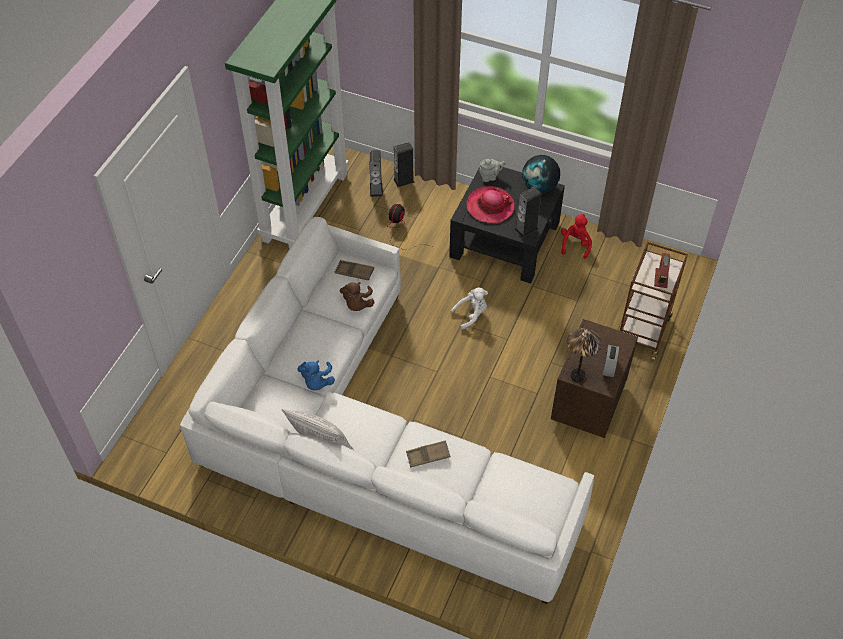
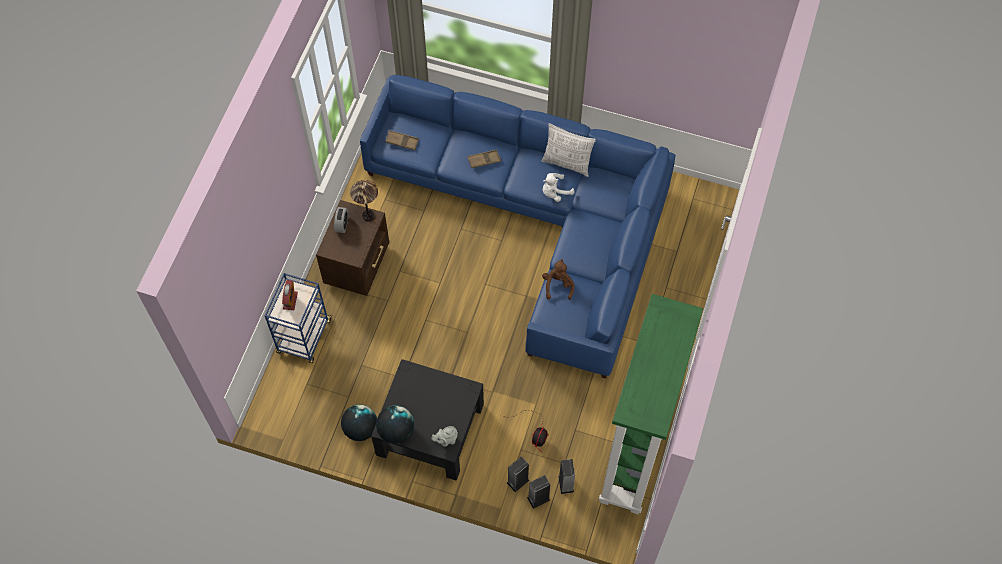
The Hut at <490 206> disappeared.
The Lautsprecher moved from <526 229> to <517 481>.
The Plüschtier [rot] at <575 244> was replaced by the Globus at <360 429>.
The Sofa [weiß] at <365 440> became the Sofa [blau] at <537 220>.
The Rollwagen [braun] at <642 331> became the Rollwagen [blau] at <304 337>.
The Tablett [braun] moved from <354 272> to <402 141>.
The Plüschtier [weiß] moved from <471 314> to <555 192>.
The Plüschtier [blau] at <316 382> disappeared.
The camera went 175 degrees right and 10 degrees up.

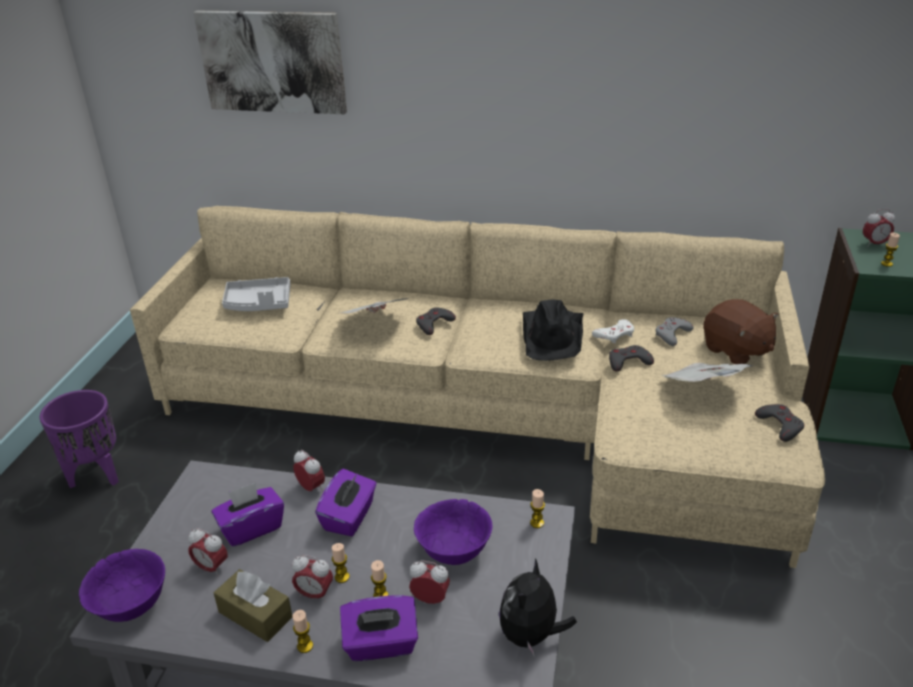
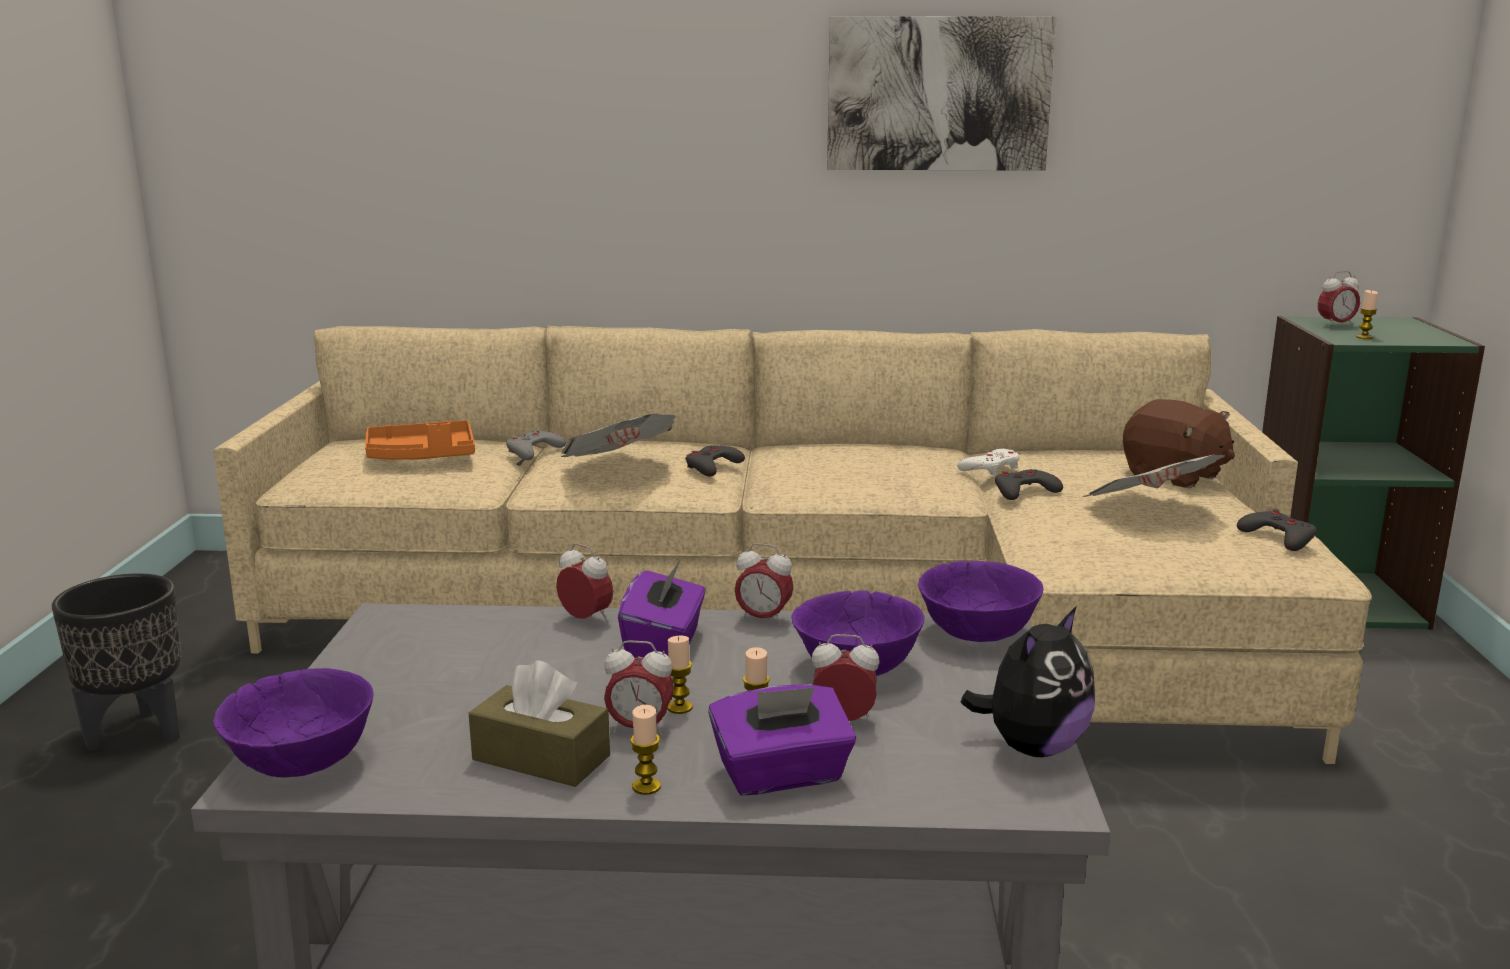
The Bild moved from <273 61> to <938 94>.
The Tablett [grau] at <259 304> became the Tablett [orange] at <422 457>.
The Hut [schwarz] at <553 336> disappeared.
The Gamepad [grau] moved from <672 334> to <533 451>.
The Pflanzkübel [lila] at <97 475> became the Pflanzkübel [schwarz] at <138 732>.
The Taschentuchbox [lila] at <251 528> disappeared.
The Kerze at <537 523> was replaced by the Schüssel [lila] at <977 634>.
The Wecker moved from <211 568> to <763 619>.
The Plüschtier at <531 636> turned 150 degrees counterclockwise.
The camera went 10 degrees left and 15 degrees down.

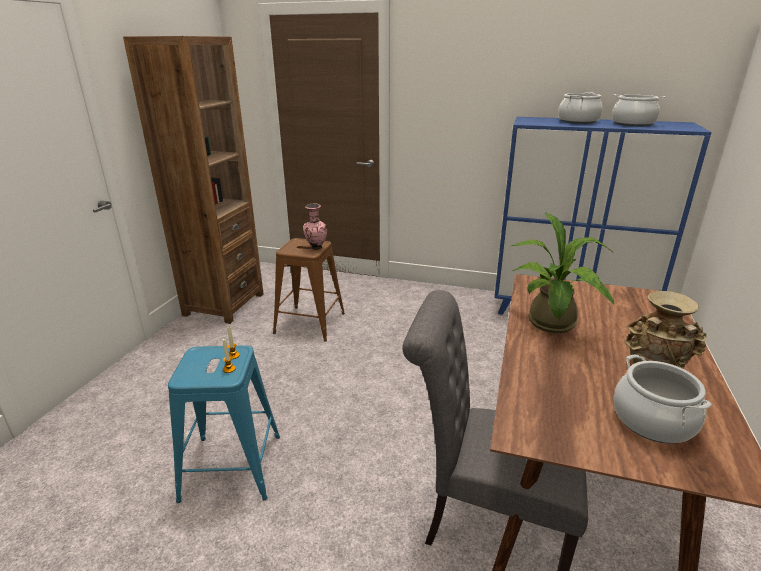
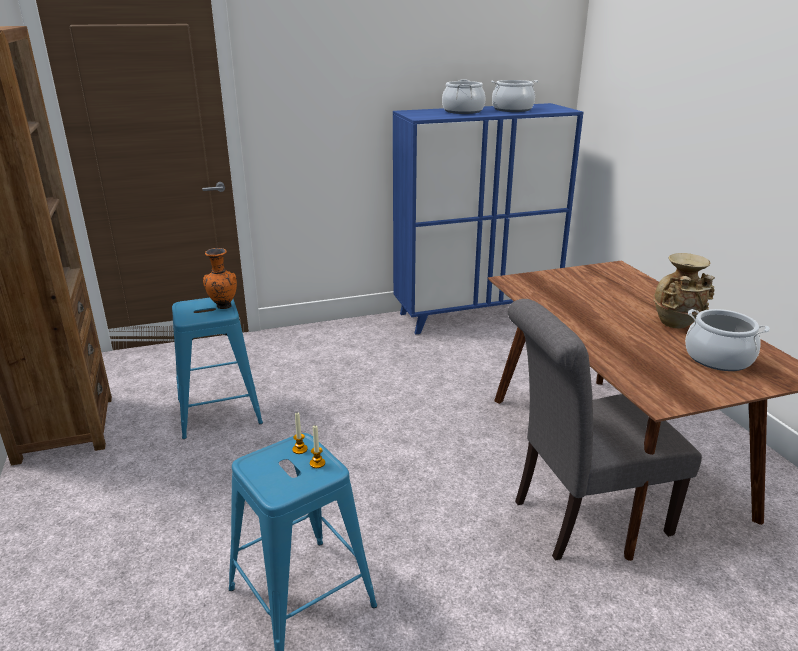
The Vase [rosa] at <316 248> became the Vase [orange] at <223 307>.
The Topfpflanze at <552 326> disappeared.
The Hocker [braun] at <309 323> became the Hocker [blau] at <218 411>.
The camera went 35 degrees left and 0 degrees up.

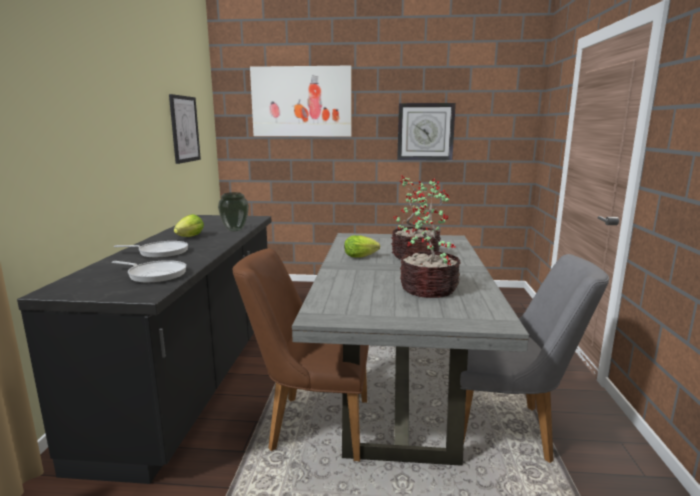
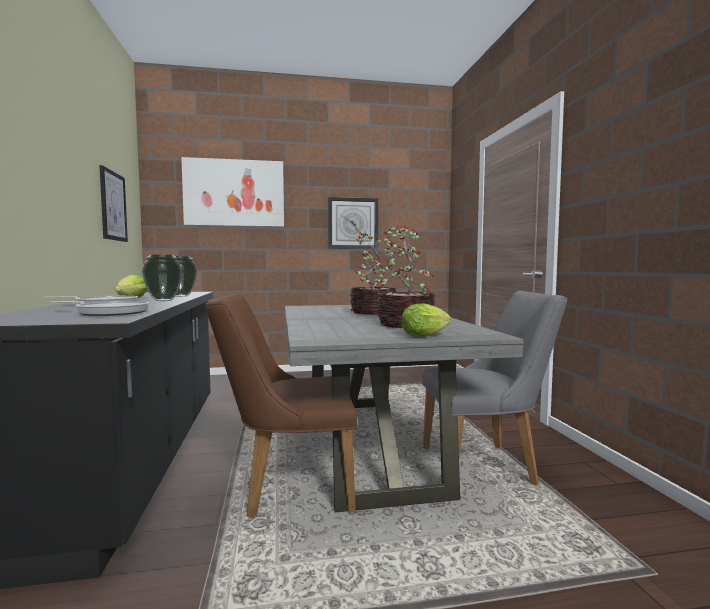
The Salatkopf moved from <362 257> to <426 335>.
The Vase at <163 300> appeared.
The camera went 15 degrees left and 10 degrees down.

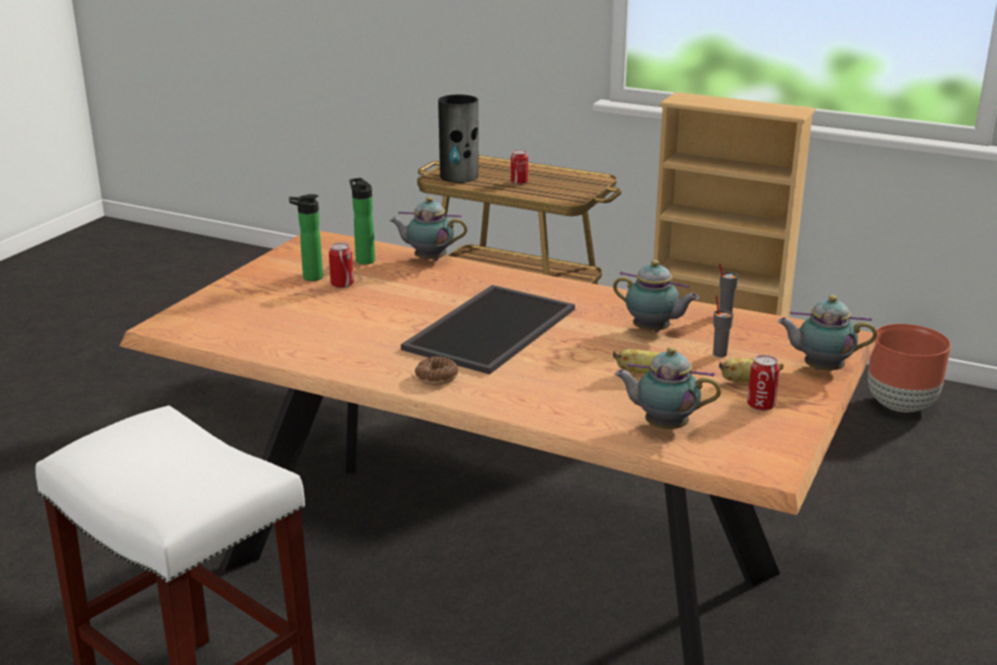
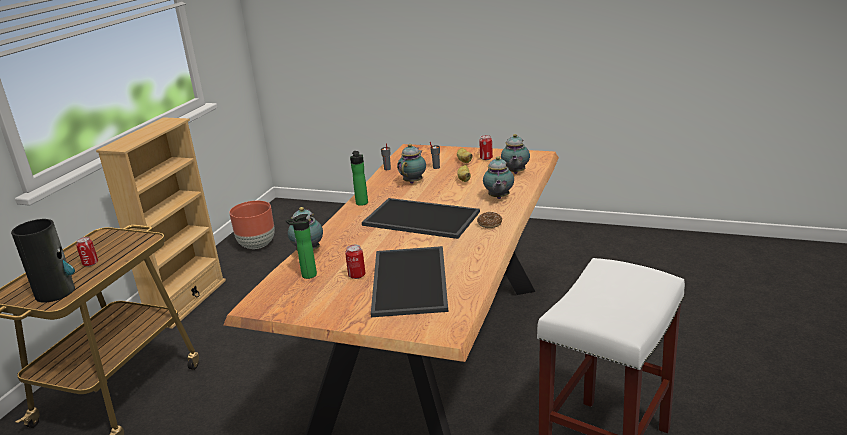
The Flasche moved from <309 277> to <362 204>.
The Teekanne moved from <820 369> to <498 198>.
The Tablett at <411 281> appeared.
The camera went 95 degrees left and 0 degrees up.

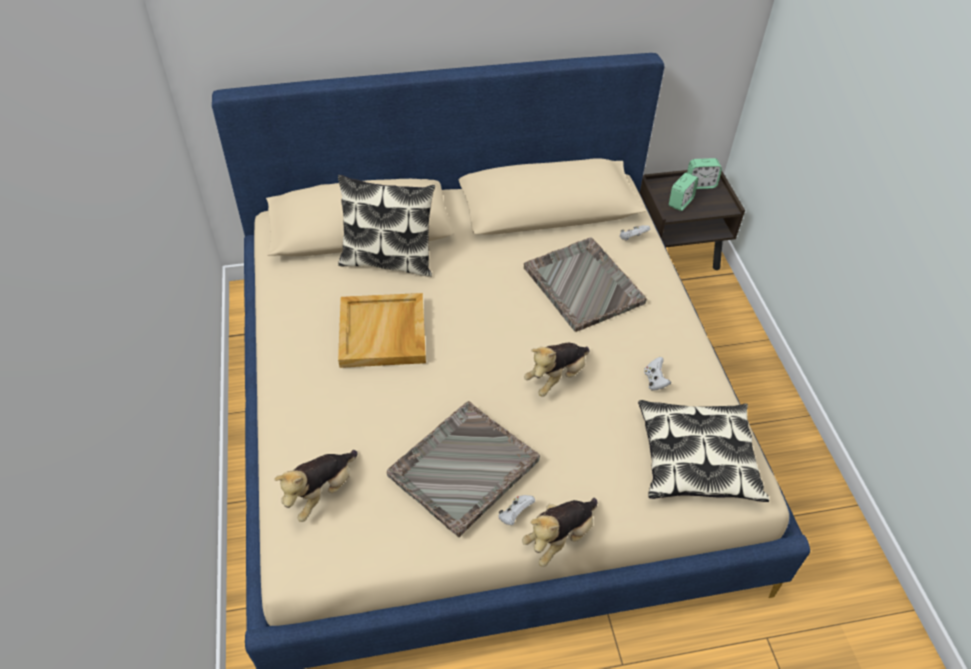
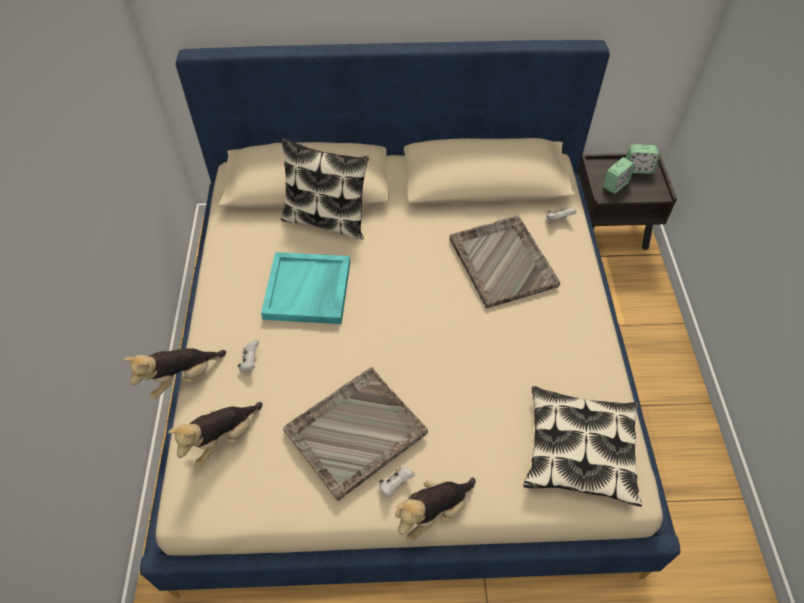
The Tablett [beige] at <383 333> became the Tablett [türkis] at <308 291>.
The Plüschtier moved from <556 377> to <183 378>.
The Gamepad [weiß] moved from <655 381> to <250 362>.
The camera went 10 degrees right and 5 degrees up.

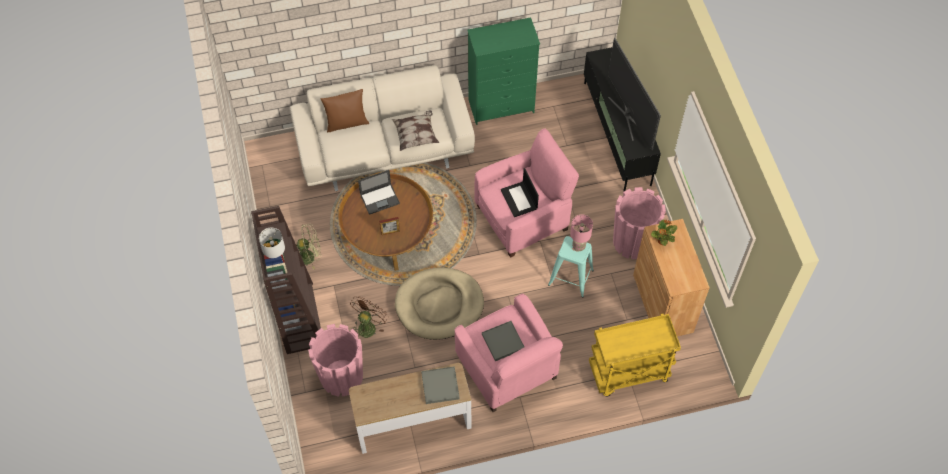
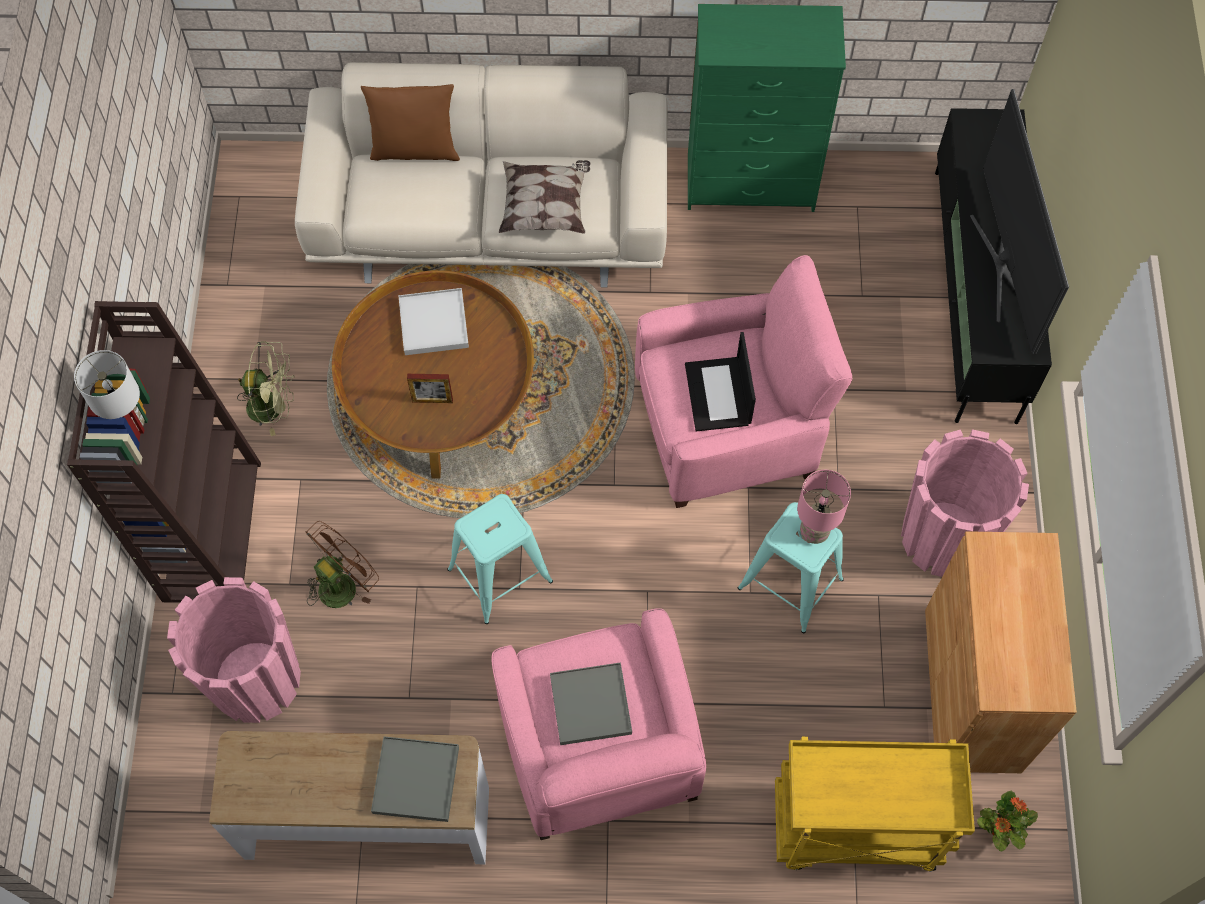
The Laptop at <380 198> was replaced by the Tablett [weiß] at <434 323>.
The Topfpflanze moved from <661 241> to <998 830>.
The Hundebett [beige] at <439 305> was replaced by the Hocker [türkis] at <500 575>.
The camera went 15 degrees right and 5 degrees up.

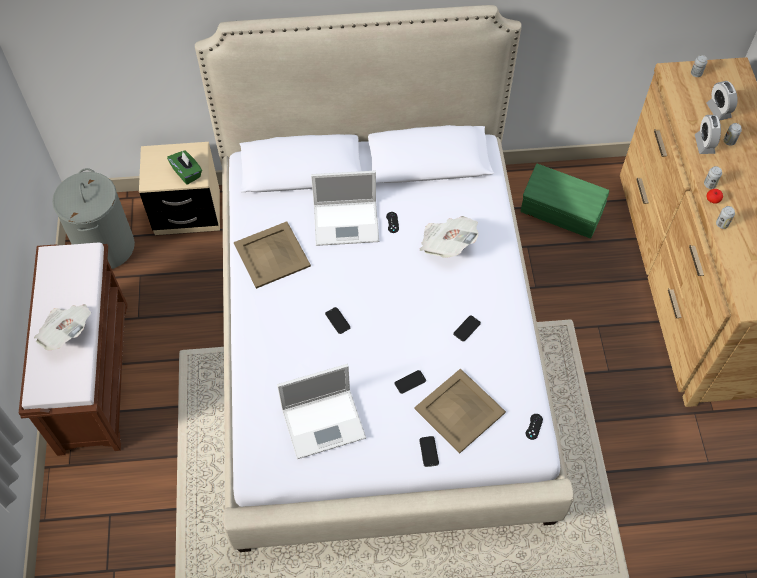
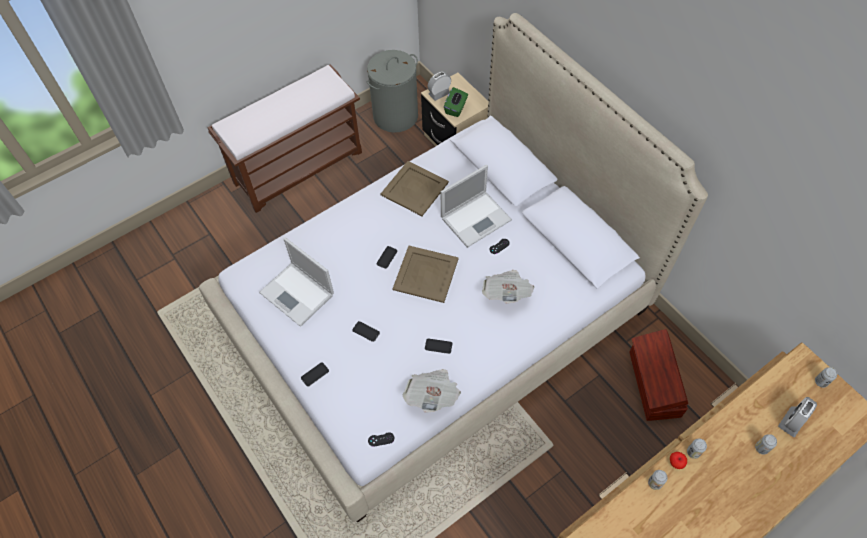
The Wecker moved from <704 144> to <439 94>.
The Aufbewahrungsbox [grün] at <561 213> became the Aufbewahrungsbox [braun] at <653 384>.
The Laptop at <347 222> turned 90 degrees counterclockwise.
The Zeitung moved from <66 333> to <432 395>.
The Tablett [beige] moved from <460 410> to <426 274>.
The camera went 60 degrees right and 0 degrees up.

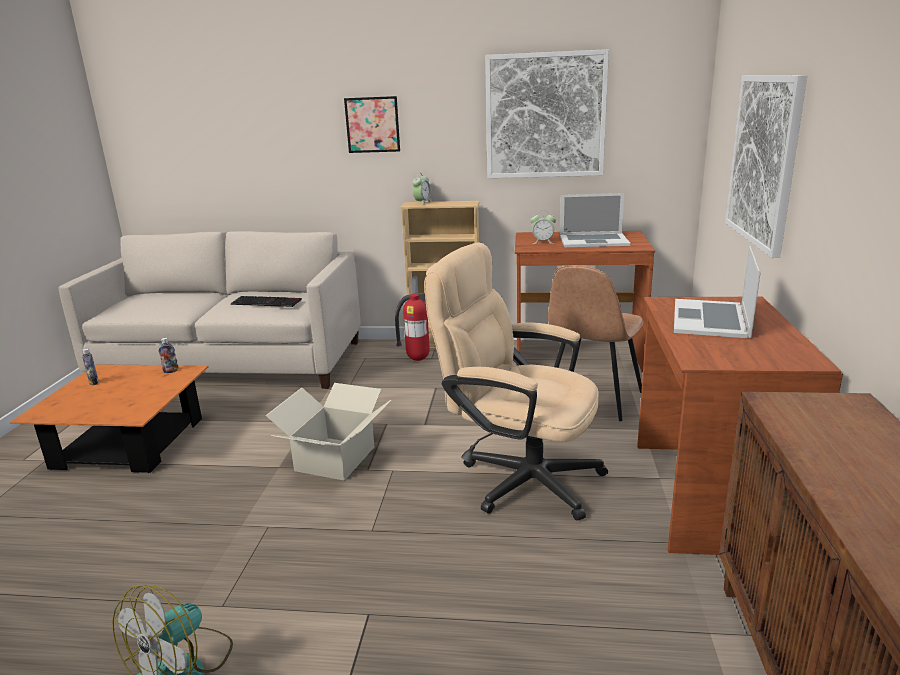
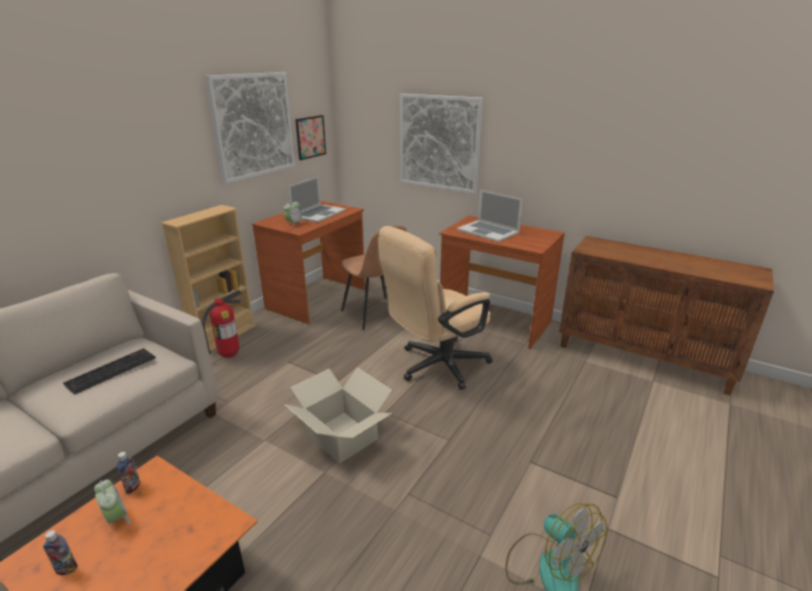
The Bild moved from <372 124> to <310 137>.
The Wecker moved from <422 203> to <116 518>.
The camera went 65 degrees left and 5 degrees up.

